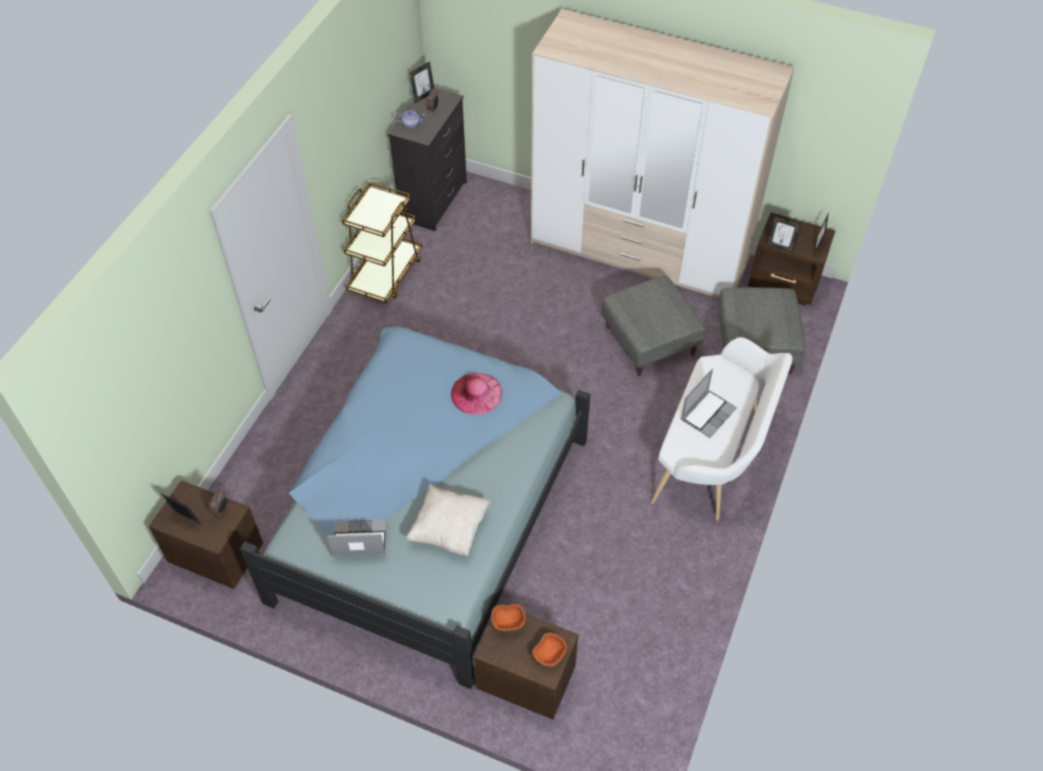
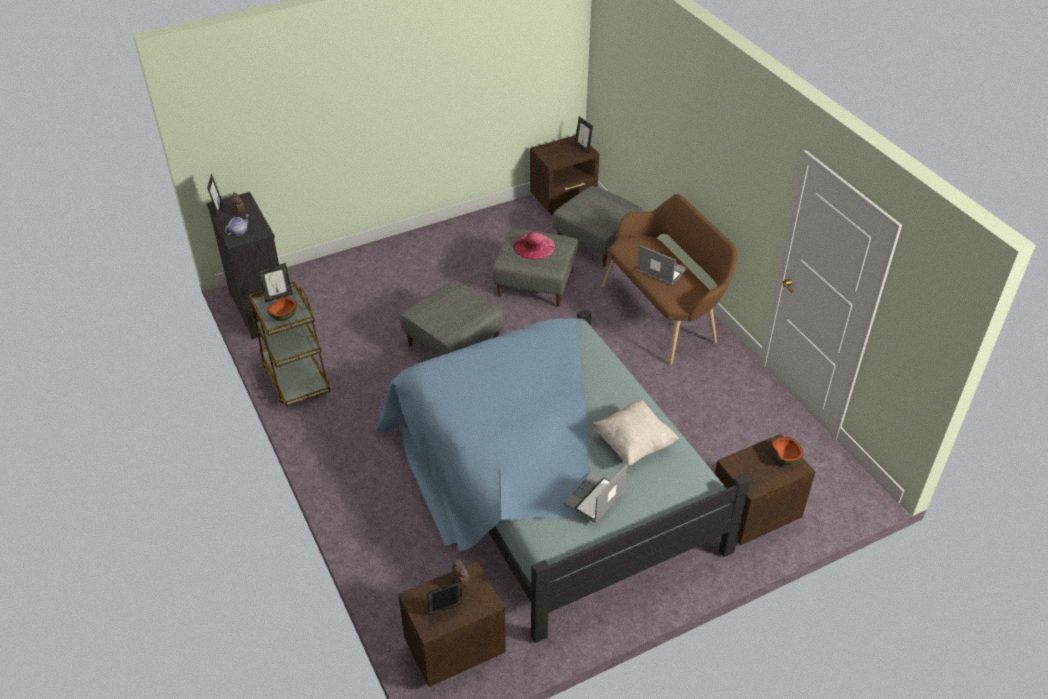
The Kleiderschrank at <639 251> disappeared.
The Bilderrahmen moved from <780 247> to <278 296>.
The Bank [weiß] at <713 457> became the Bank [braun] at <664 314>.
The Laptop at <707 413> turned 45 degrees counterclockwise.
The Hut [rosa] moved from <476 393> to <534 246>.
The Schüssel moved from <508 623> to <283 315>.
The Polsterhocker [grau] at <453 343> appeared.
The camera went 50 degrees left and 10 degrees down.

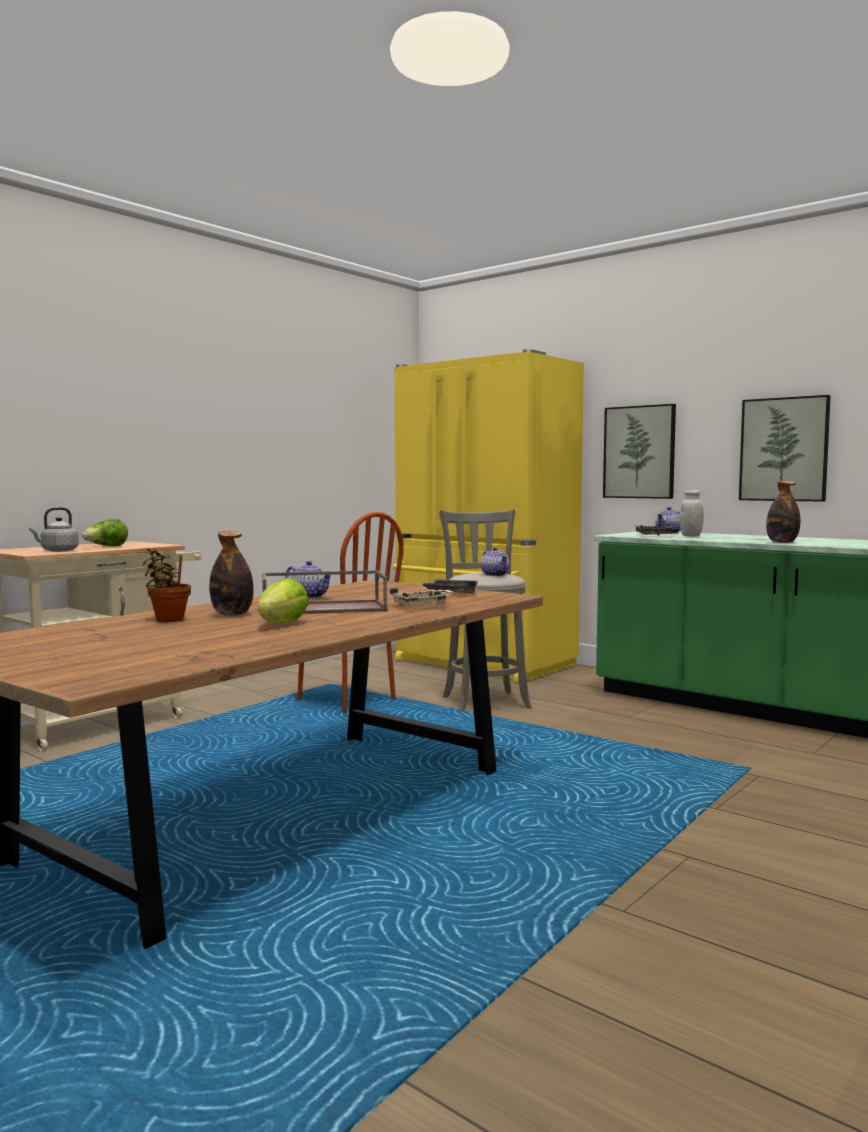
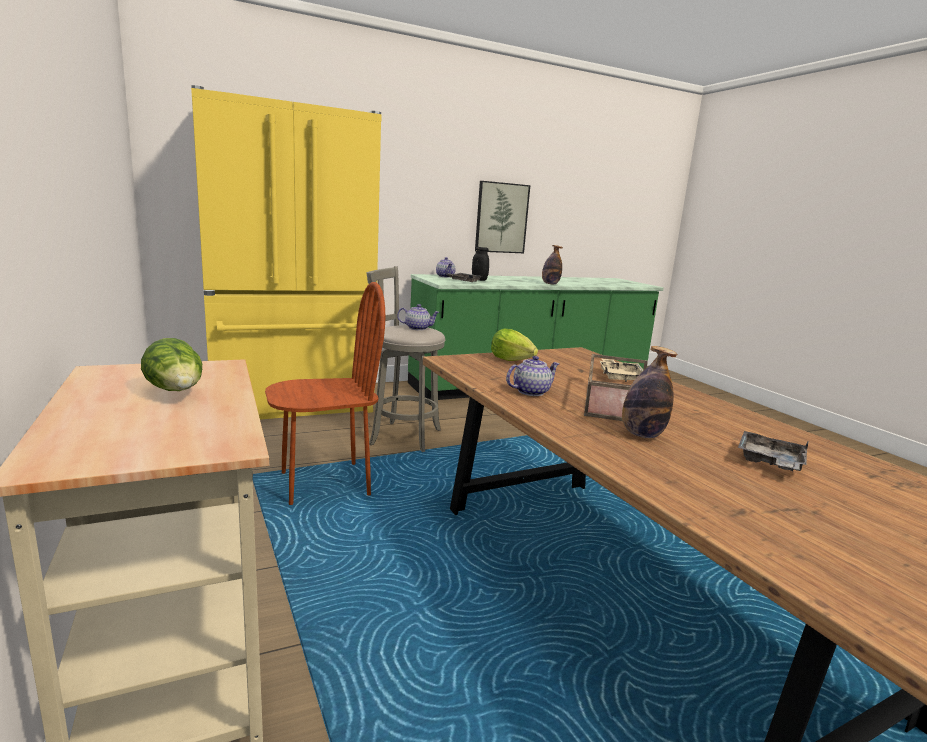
The Bild at <639 452> disappeared.
The Vorratsglas [weiß] at <691 536> became the Vorratsglas [schwarz] at <479 280>.
The Wasserkessel [grau] at <57 551> disappeared.
The Topfpflanze at <168 619> disappeared.
The Salatkopf moved from <282 624> to <511 360>.
The Tablett [grau] moved from <451 593> to <770 462>.
The camera went 65 degrees left and 10 degrees up.

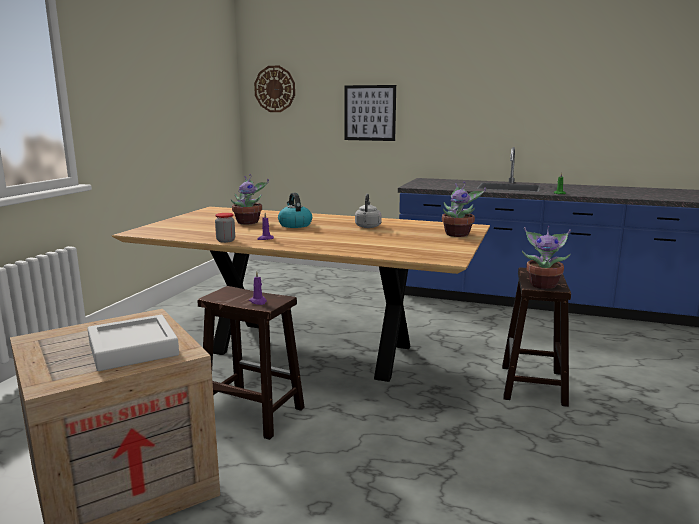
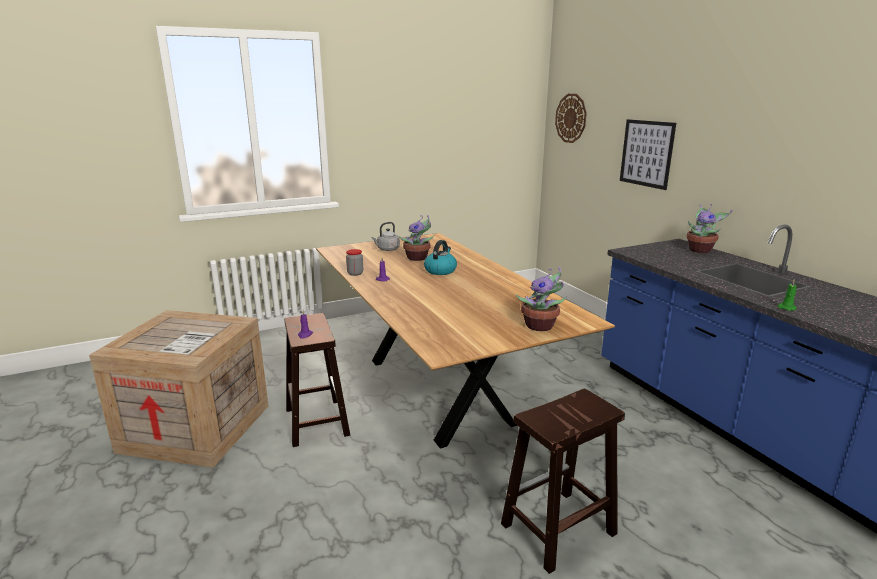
The Wasserkessel [grau] moved from <367 227> to <387 249>.
The Topfpflanze moved from <543 284> to <700 250>.
The Tablett [grau] at <133 349> disappeared.
The camera went 45 degrees right and 5 degrees up.

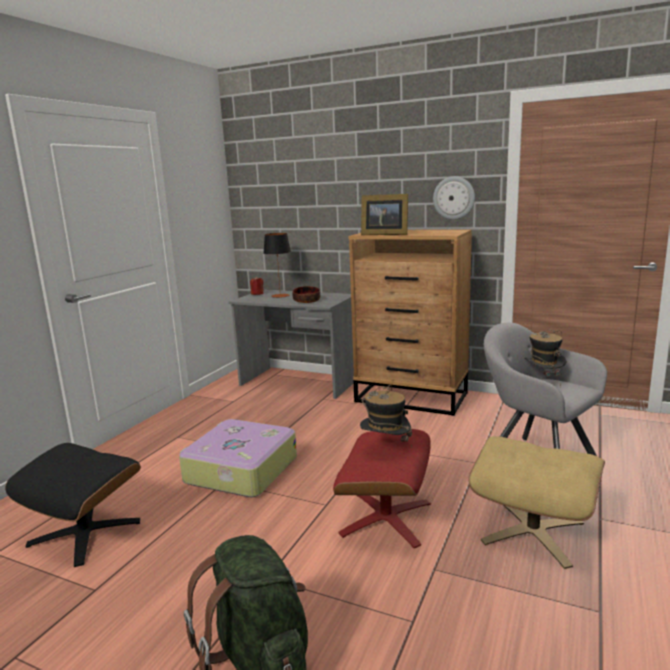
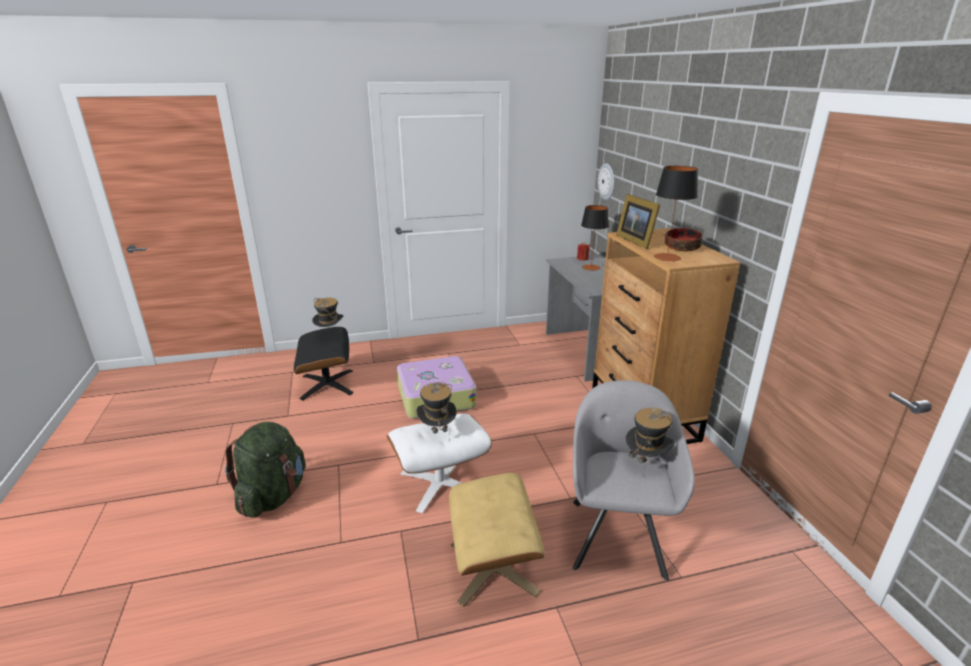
The Wanduhr moved from <454 198> to <607 181>.
The Schüssel moved from <306 301> to <681 247>.
The Polsterhocker [rot] at <386 518> became the Polsterhocker [weiß] at <440 483>.
The Tischlampe at <667 257> appeared.
The Hut at <330 334> appeared.
The camera went 50 degrees right and 10 degrees up.

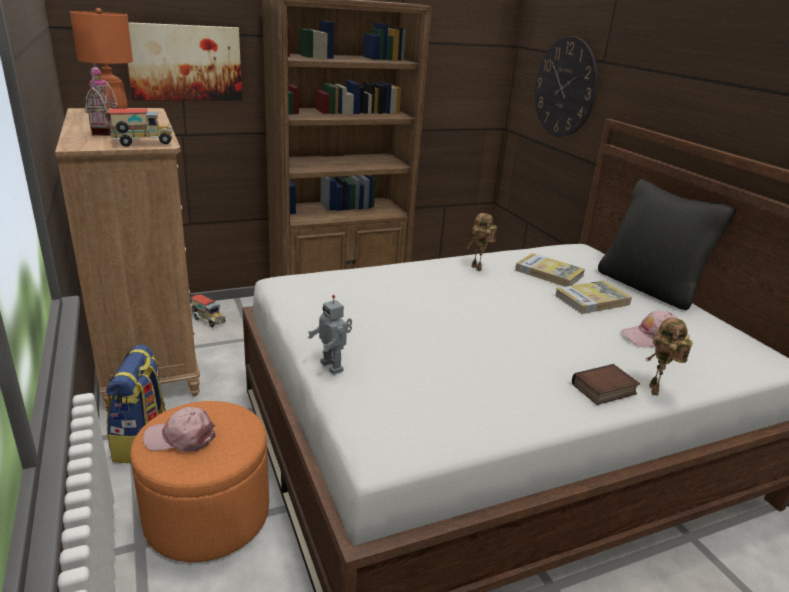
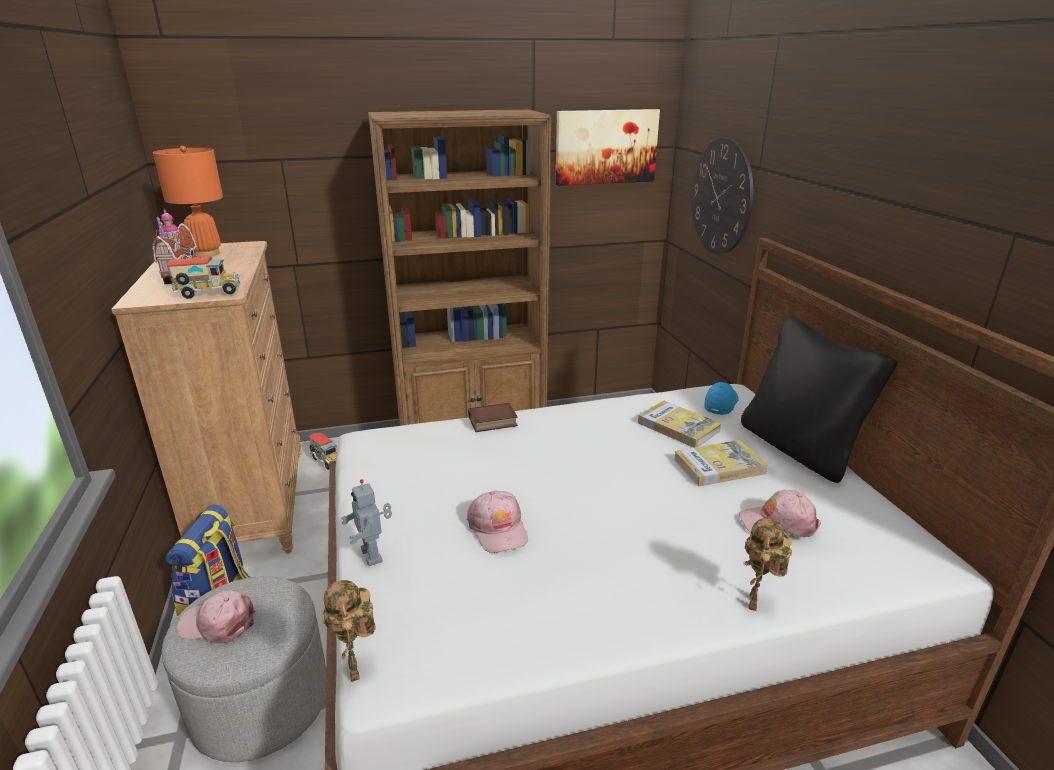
The Bild moved from <185 63> to <606 147>.
The Spielzeugroboter moved from <478 268> to <357 671>.
The Buch moved from <604 390> to <492 422>.
The Polsterhocker [orange] at <207 515> became the Polsterhocker [grau] at <260 702>.
The Kappe [blau] at <720 404> appeared.
The Kappe [rosa] at <498 528> appeared.
The camera went 10 degrees right and 0 degrees up.

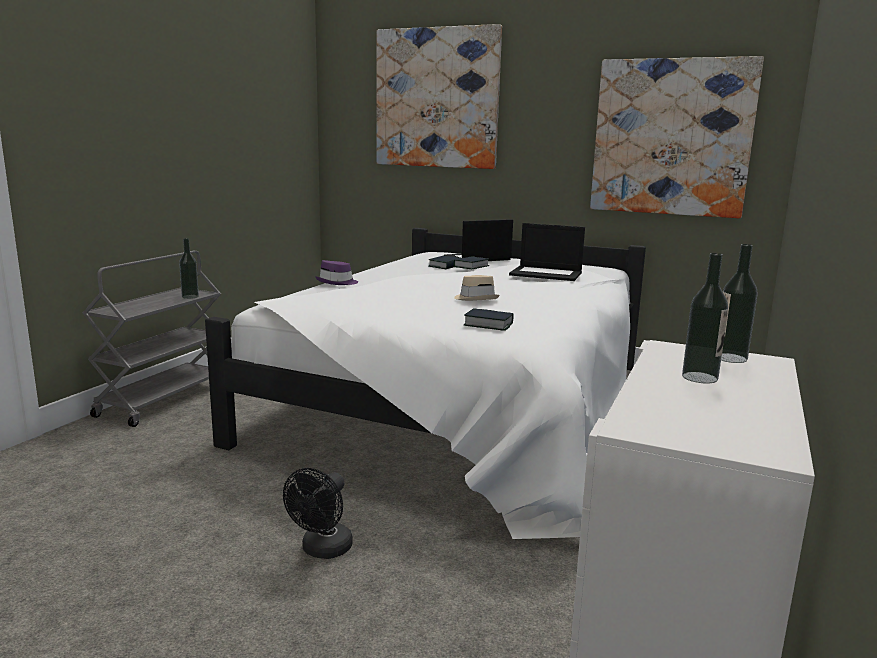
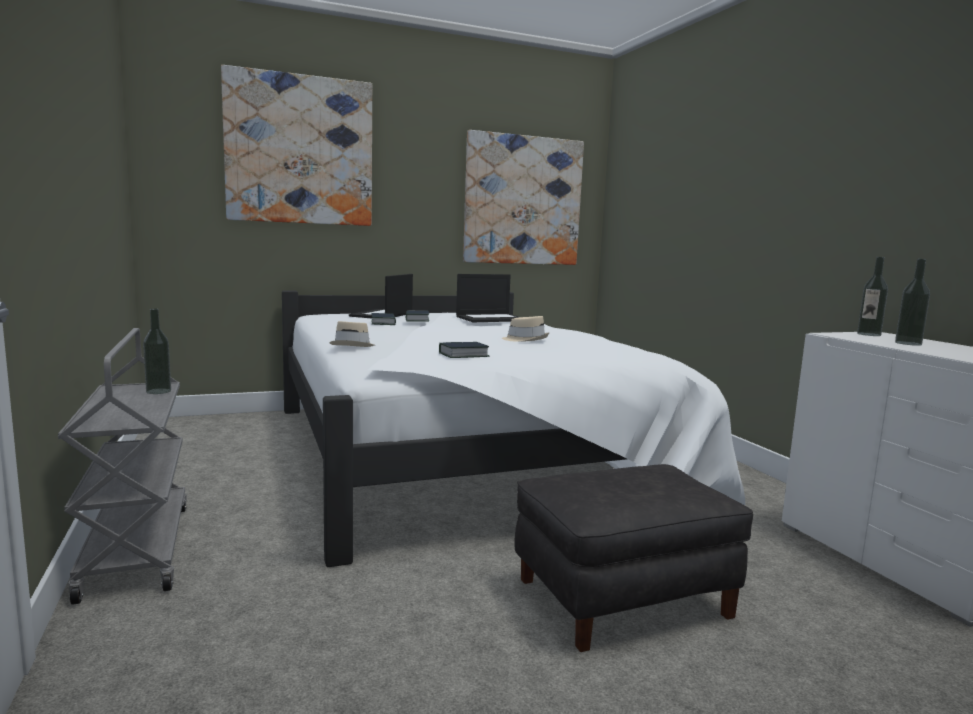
The Hut [lila] at <337 282> became the Hut [beige] at <353 346>.
The Buch moved from <488 324> to <463 355>.
The Ventilator [schwarz] at <323 550> was replaced by the Polsterhocker [schwarz] at <622 597>.
The camera went 45 degrees left and 5 degrees down.

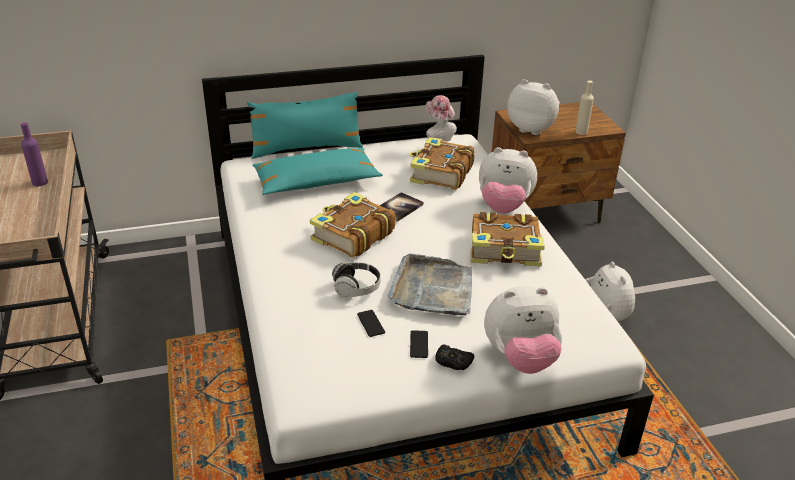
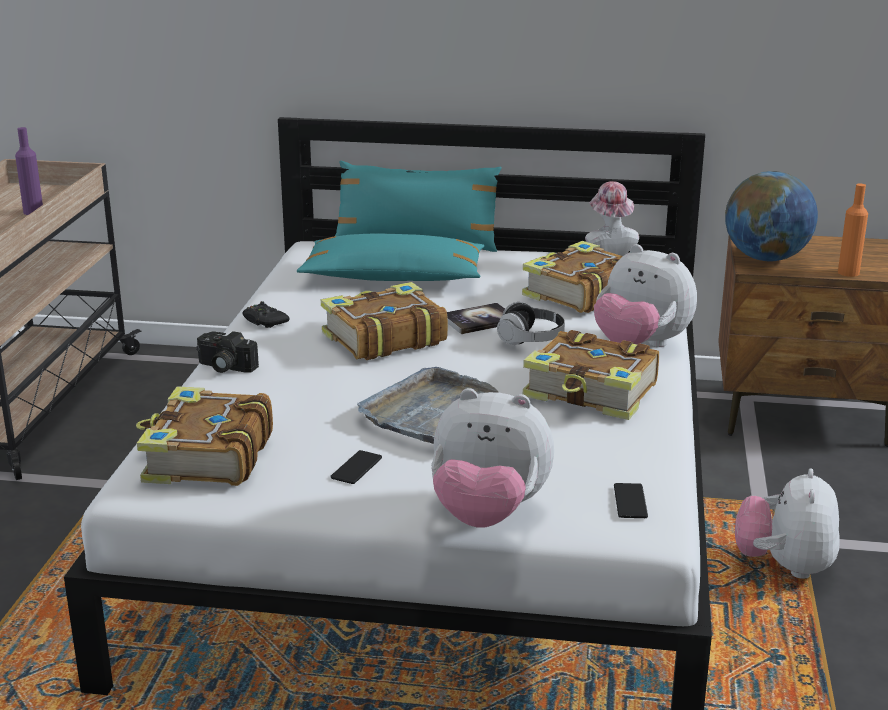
The Plüschtier at <531 129> was replaced by the Globus at <766 258>.
The Flasche [beige] at <581 132> became the Flasche [orange] at <848 272>.
The Kopfhörer moved from <356 288> to <531 340>.
The Handy moved from <371 323> to <630 501>.
The Gamepad [schwarz] moved from <453 361> to <264 321>.
The Kamera at <224 367> appeared.
The Buch at <206 457> appeared.
The camera went 25 degrees right and 10 degrees down.

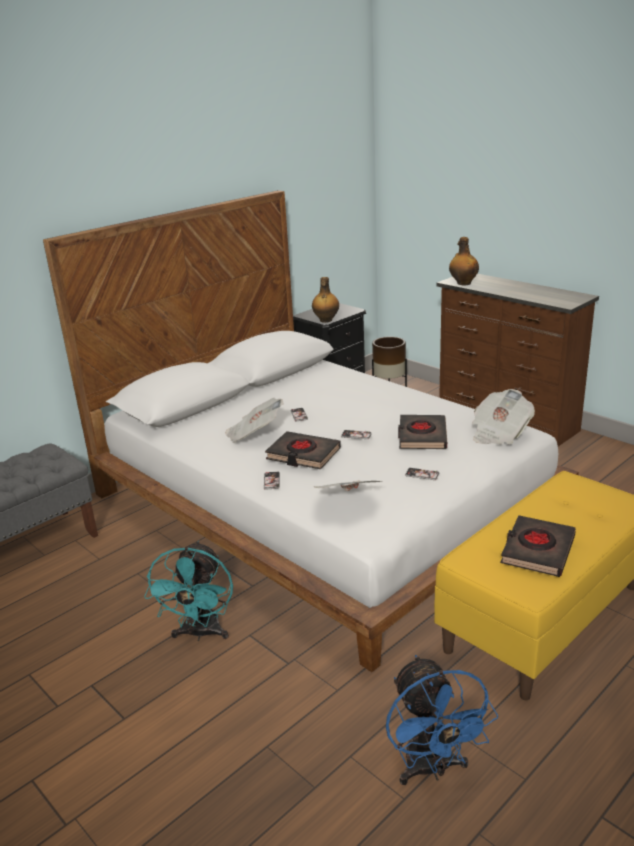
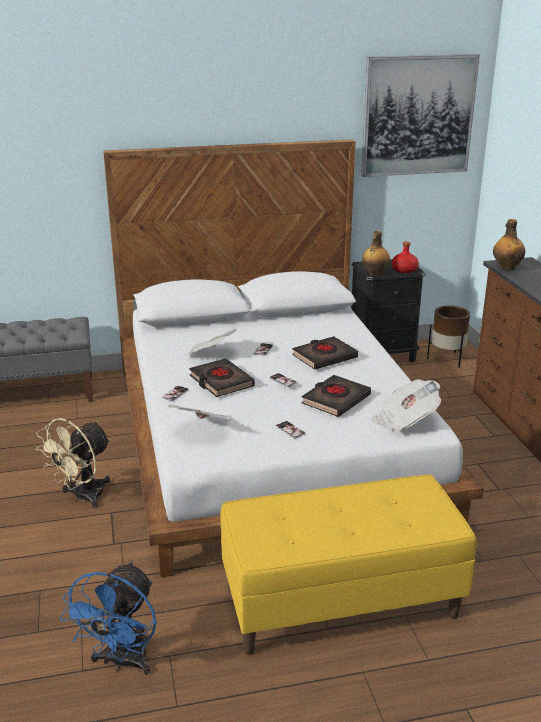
The Buch [schwarz] moved from <537 550> to <324 357>.
The Ventilator [türkis] at <200 633> became the Ventilator [beige] at <82 497>.
The Bild at <418 116> appeared.
The Flasche [rot] at <404 270> appeared.
The camera went 30 degrees right and 0 degrees up.

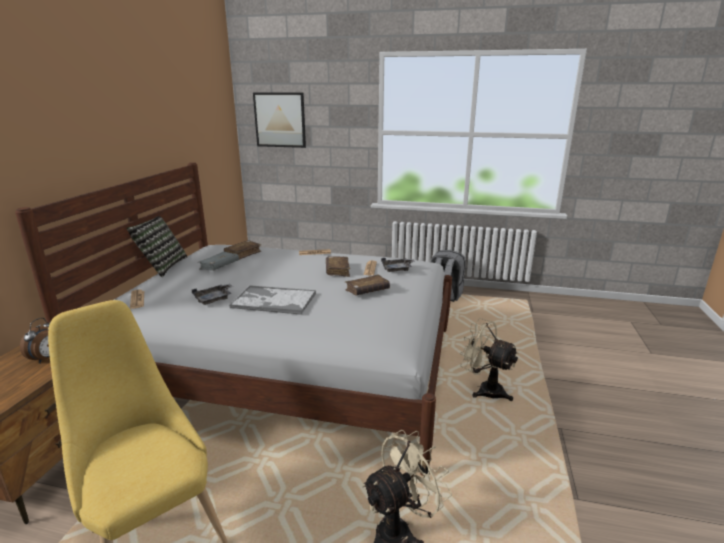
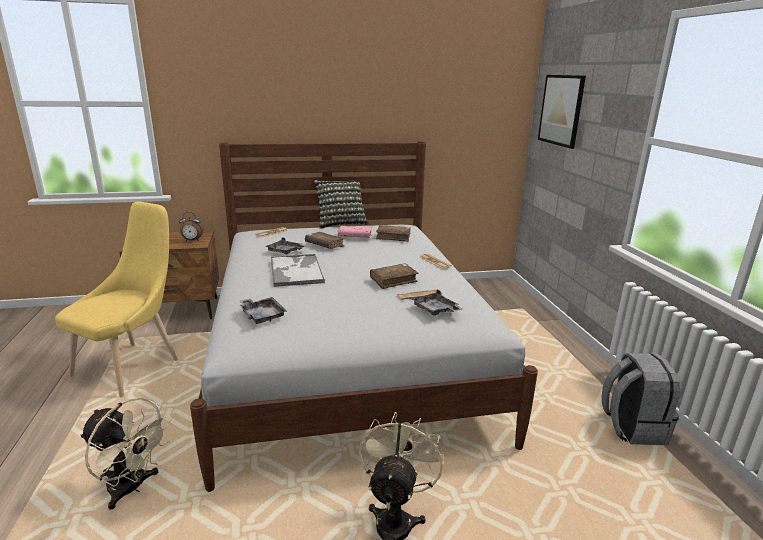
The Buch [grau] at <219 266> became the Buch [rosa] at <355 237>.
The Buch [braun] moved from <367 290> to <324 245>.
The Tablett [grau] at <262 315> appeared.
The camera went 65 degrees right and 0 degrees up.

